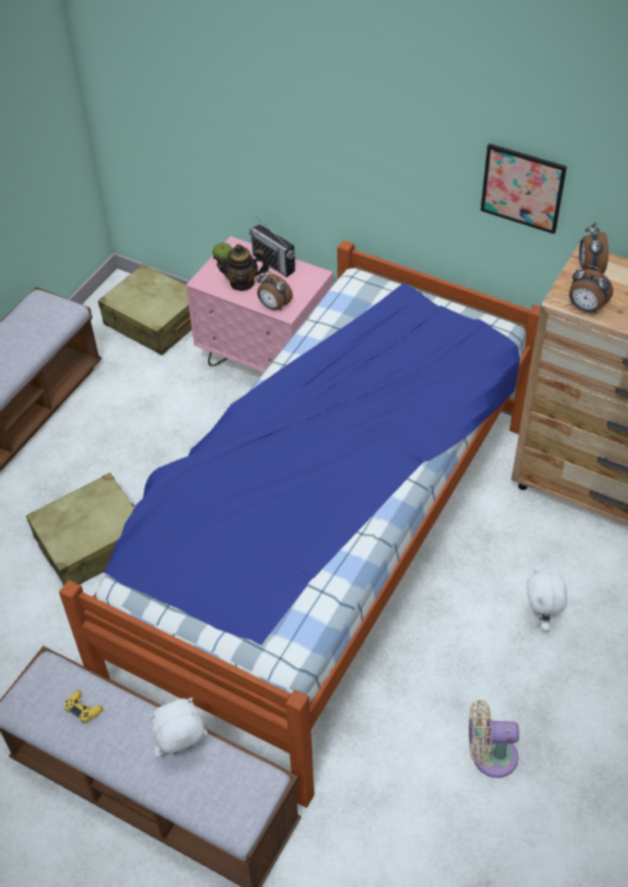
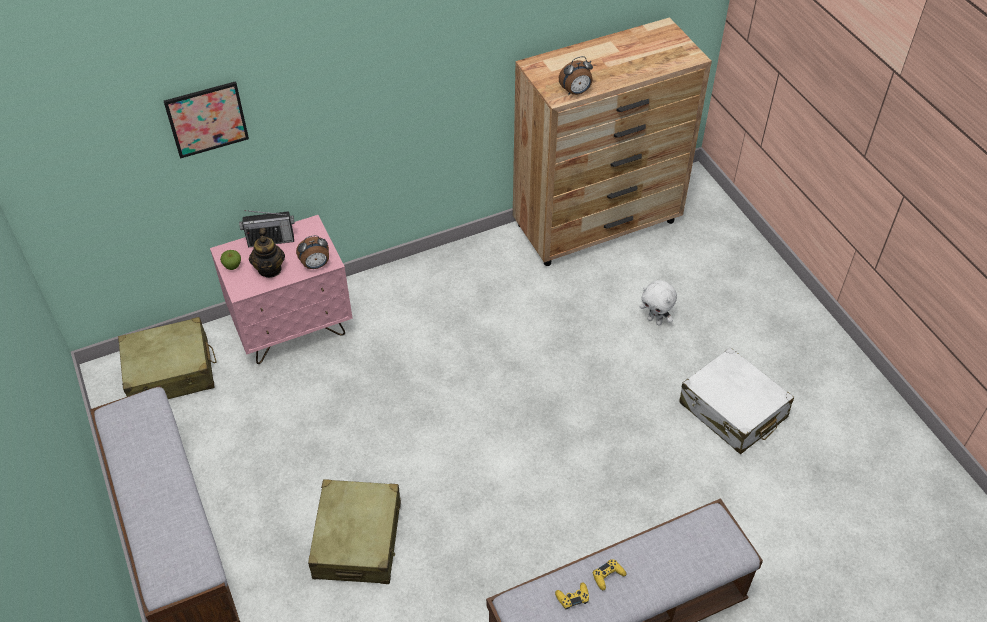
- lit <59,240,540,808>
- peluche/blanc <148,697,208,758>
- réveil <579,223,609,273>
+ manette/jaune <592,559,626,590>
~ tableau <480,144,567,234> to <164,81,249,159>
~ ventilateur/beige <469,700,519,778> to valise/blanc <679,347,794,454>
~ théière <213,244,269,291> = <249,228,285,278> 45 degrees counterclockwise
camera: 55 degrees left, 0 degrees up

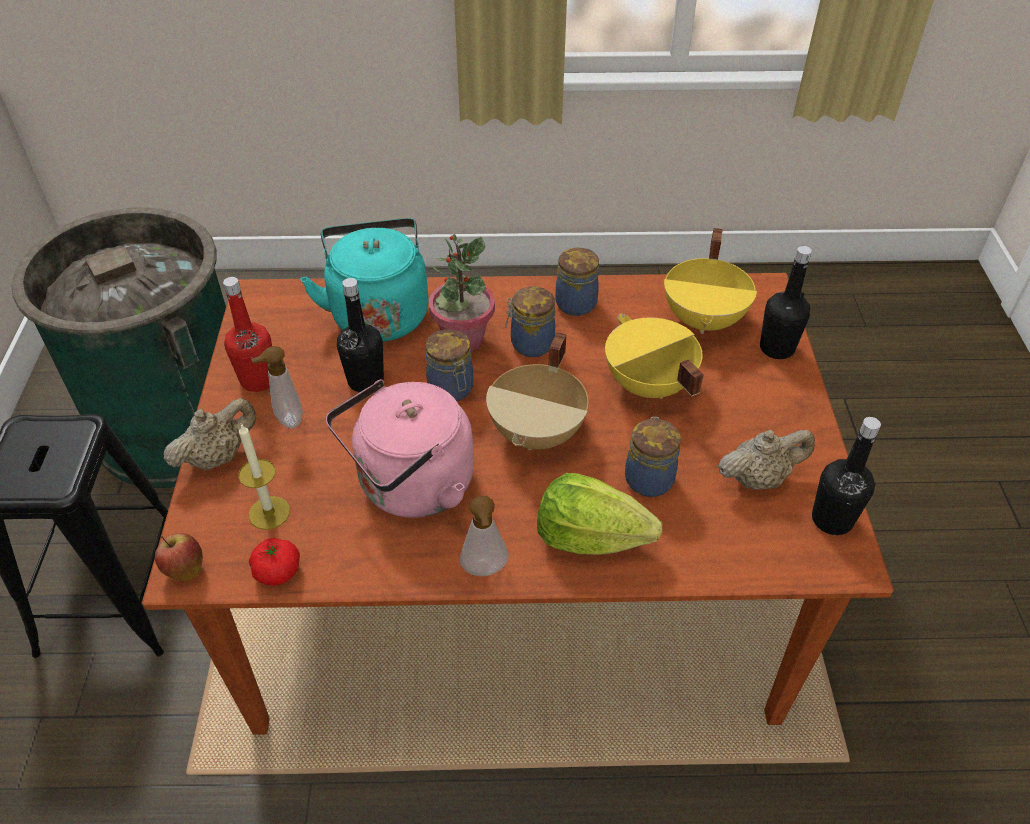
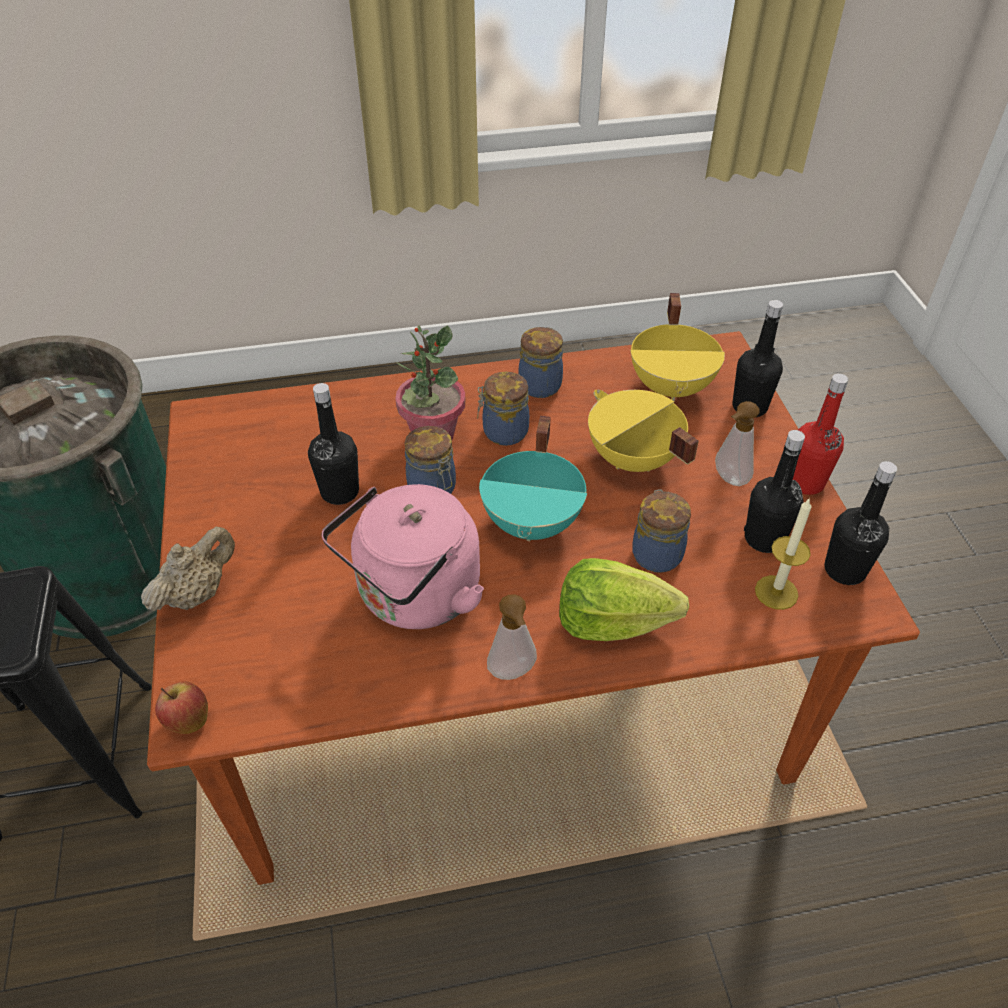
- tomate <249,538,300,586>
- bouilloire/turquoise <300,218,429,342>
~ bouteille/rouge <223,277,272,392> to <793,373,848,495>
~ bougie <238,424,290,530> to <755,498,812,610>
~ distributeur de savon <251,346,303,428> to <715,401,760,486>
~ théière/beige <718,430,815,490> to bouteille/noir <744,430,805,553>
~ marmite/beige <486,332,589,450> to marmite/turquoise <479,416,587,541>
camera: 10 degrees left, 0 degrees up

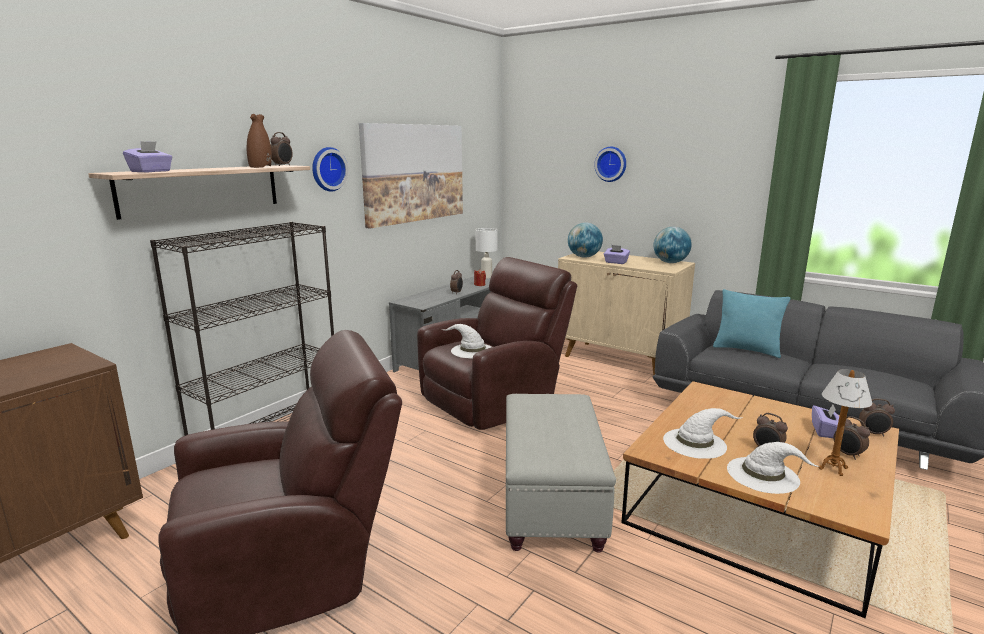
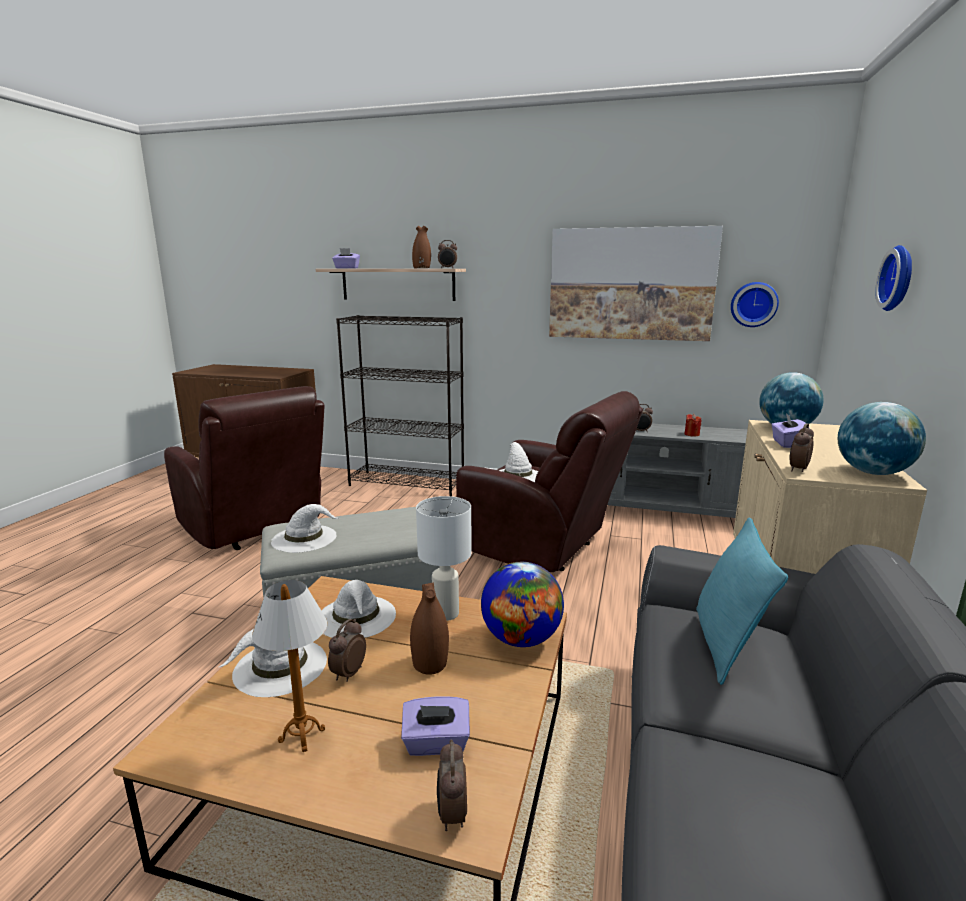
+ chapeau/blanc <271,504,339,553>
+ vase/marron <410,583,449,675>
+ globe <481,562,564,647>
~ horloge murale <312,147,348,192> to <731,282,779,327>
~ lampe de table/blanc <476,228,498,279> to <416,496,472,621>
~ réveil <834,416,870,460> to <789,423,814,472>
camera: 70 degrees right, 0 degrees up

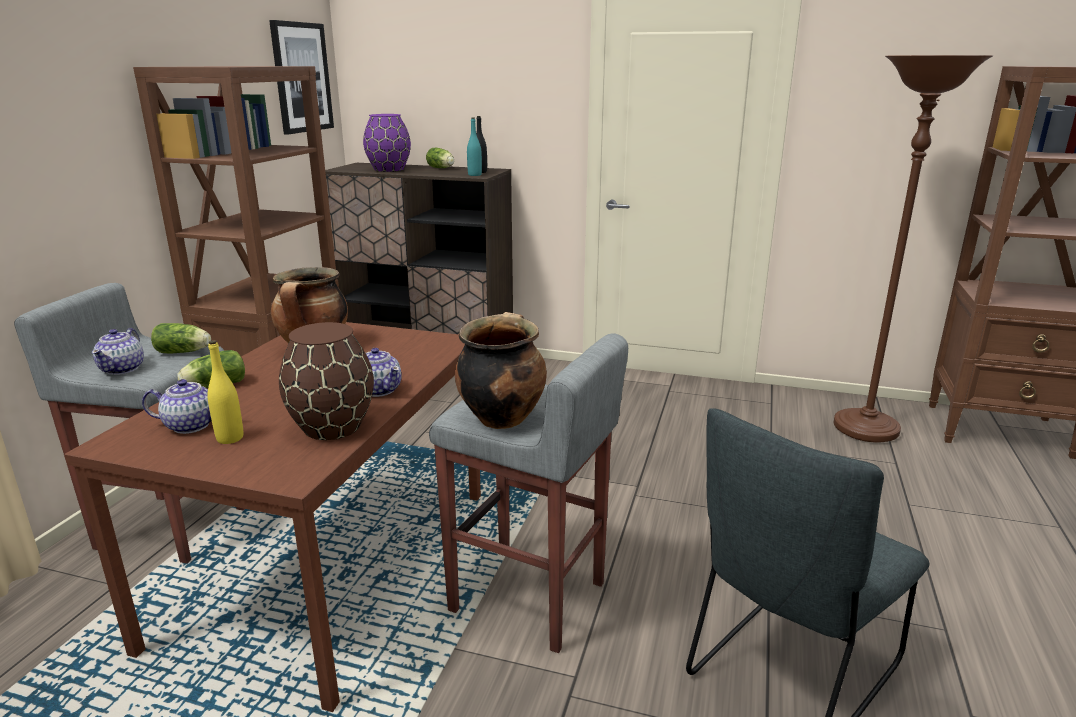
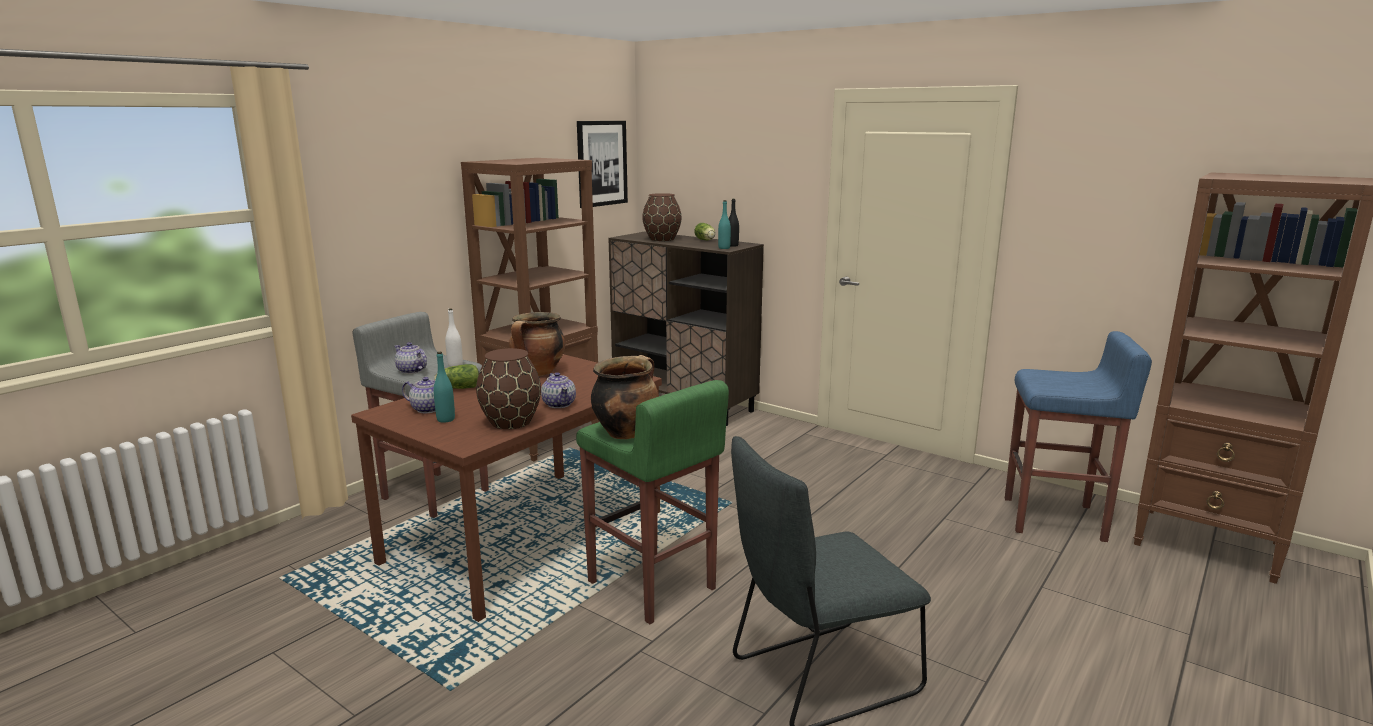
~ laitue <151,323,211,353> to bouteille/blanc <445,309,463,367>
~ lampadaire/marron <834,55,993,443> to tabouret/bleu <1005,331,1152,542>
~ bouteille/jaune <208,340,243,444> to bouteille/turquoise <434,352,455,423>
~ vase/violet <363,114,411,172> to vase/marron <642,193,682,241>
~ tabouret/gris <429,333,628,653> to tabouret/vert <576,380,729,624>
~ théière <92,328,144,375> = <395,342,427,374> 105 degrees clockwise
camera: 20 degrees right, 5 degrees down

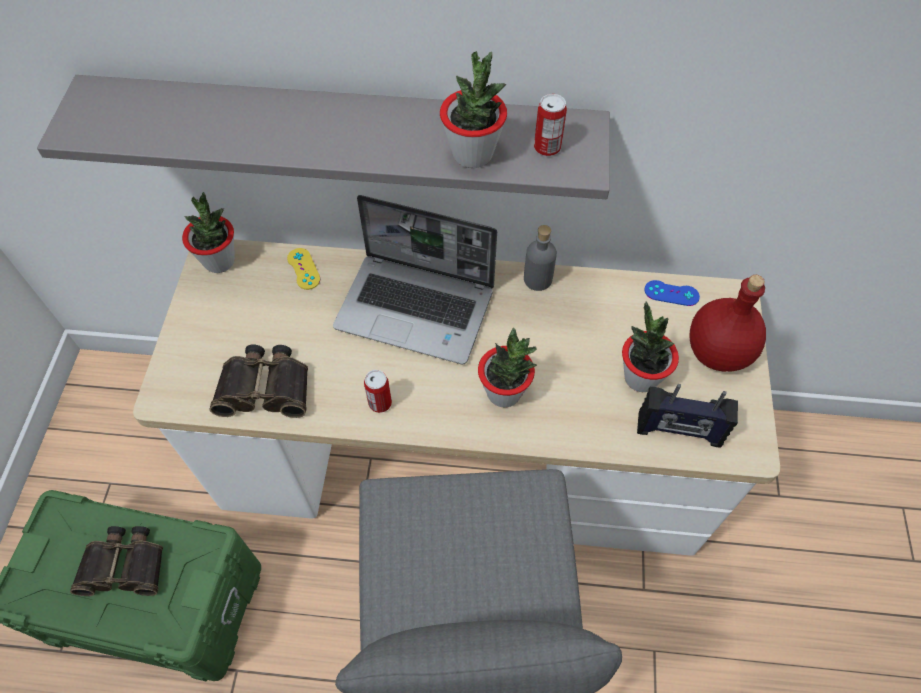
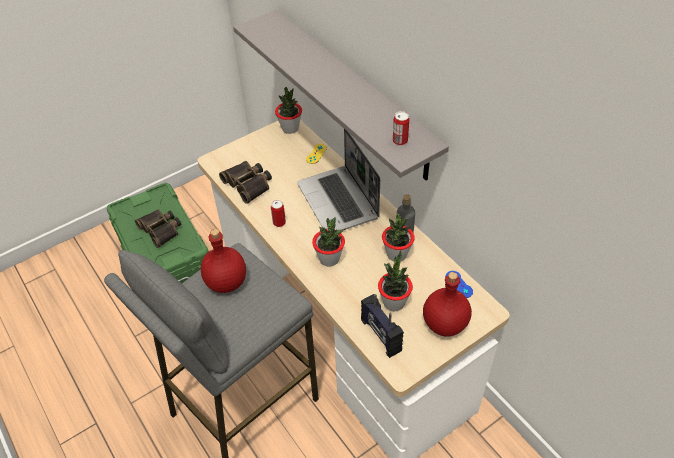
+ bouteille/rouge <201,229,246,293>
~ plante en pot <440,51,507,168> to <382,214,415,262>
camera: 50 degrees right, 10 degrees down

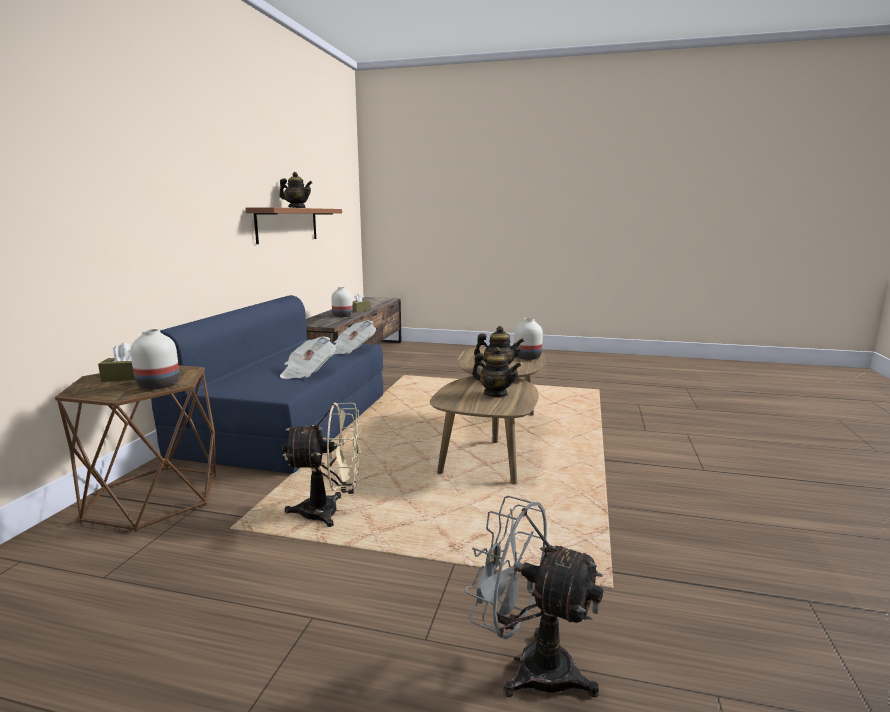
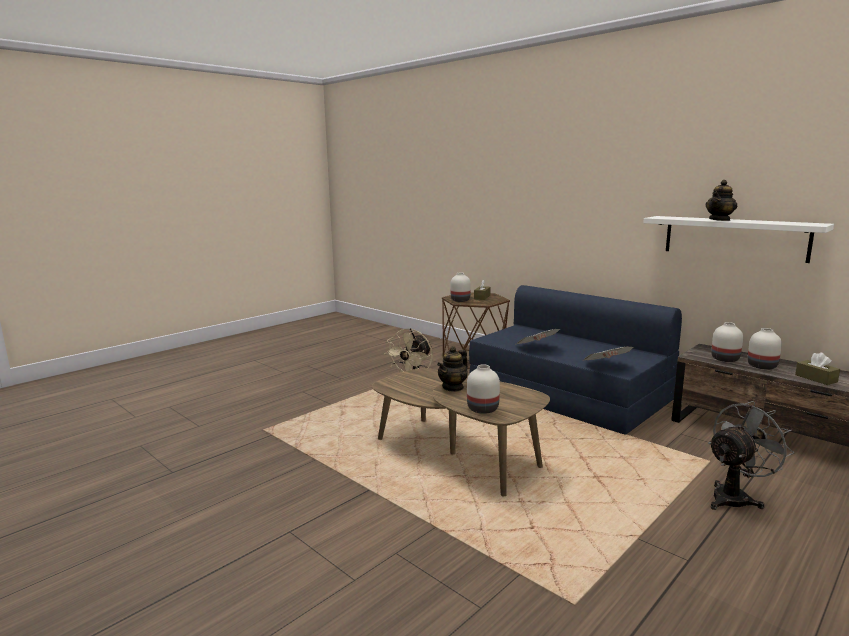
- théière <472,347,521,397>
+ vase/blanc <711,322,743,362>
~ ventilateur/gris <465,496,604,698> to <708,401,794,510>
~ étagère/marron <245,208,342,244> to étagère/blanc <643,216,834,263>
camera: 120 degrees right, 0 degrees up

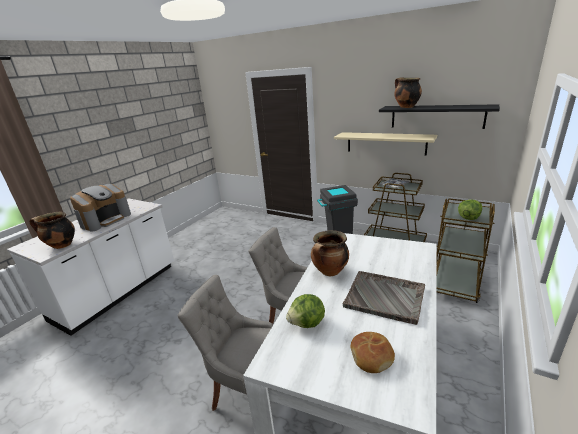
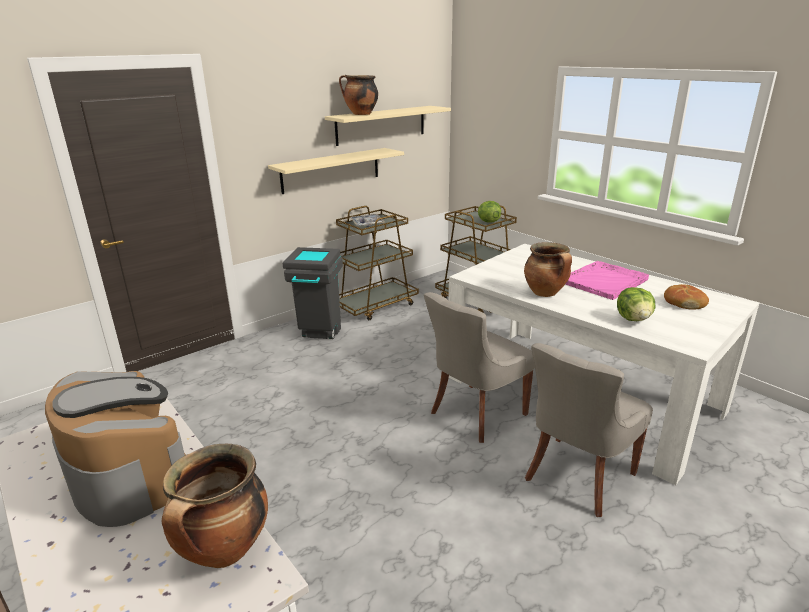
~ plateau/gris <343,271,425,325> to plateau/rose <566,261,649,300>
~ étagère/noir <379,104,500,129> to étagère/beige <325,106,451,146>
camera: 70 degrees left, 0 degrees up

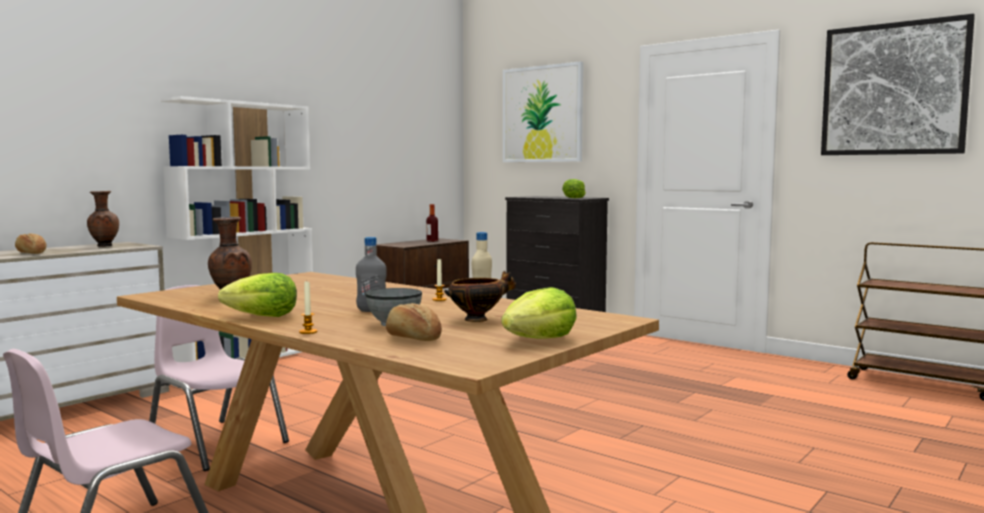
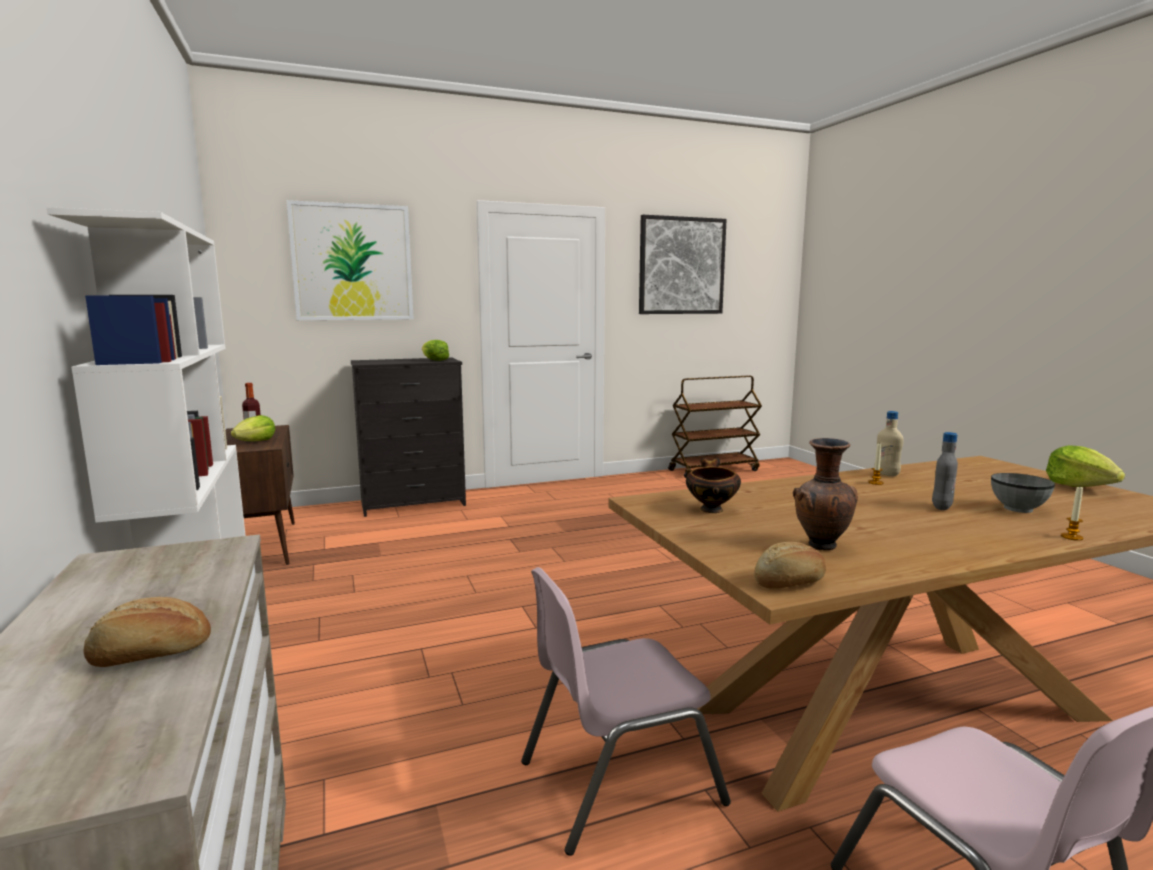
- vase/marron <87,191,119,247>
~ laitue <218,273,297,317> to <231,415,275,441>
~ pain <386,303,442,341> to <754,542,826,589>
~ bol <444,271,517,322> to <686,458,741,513>
camera: 60 degrees left, 5 degrees up

